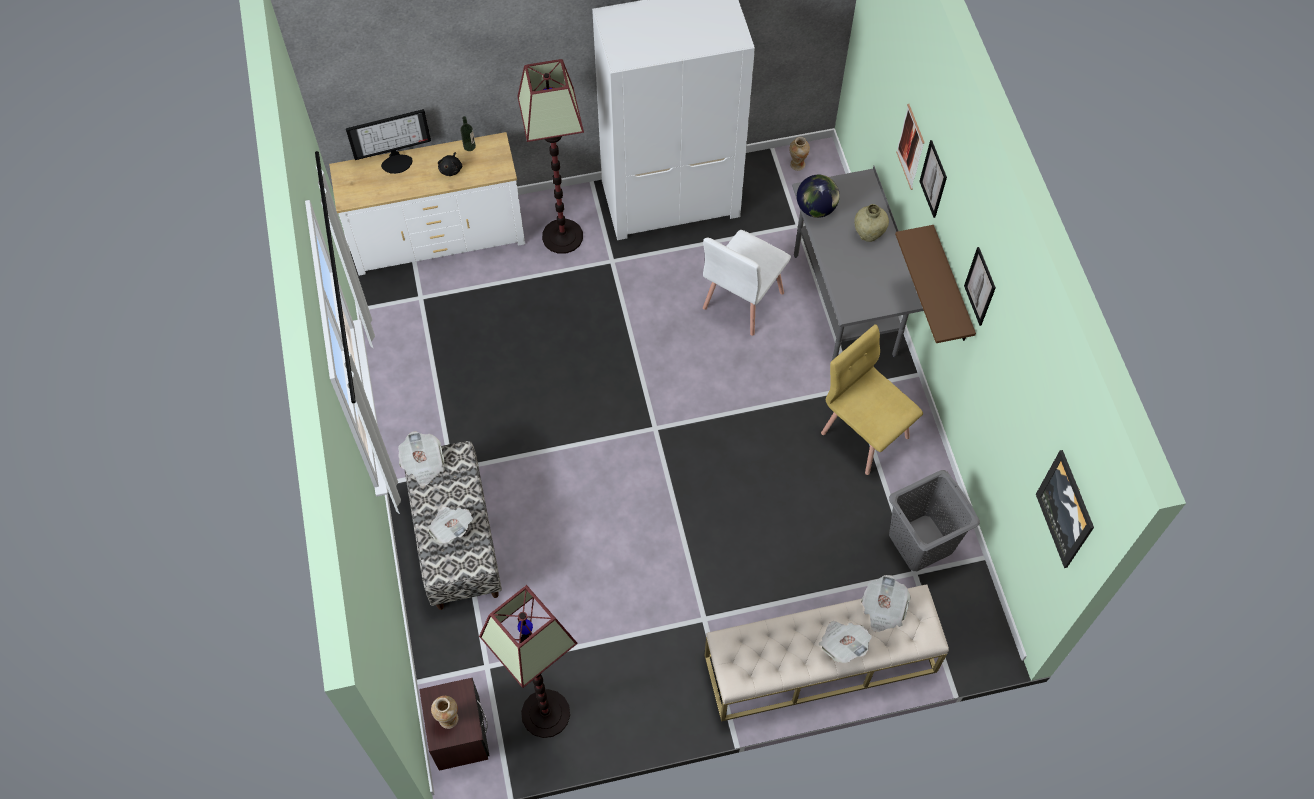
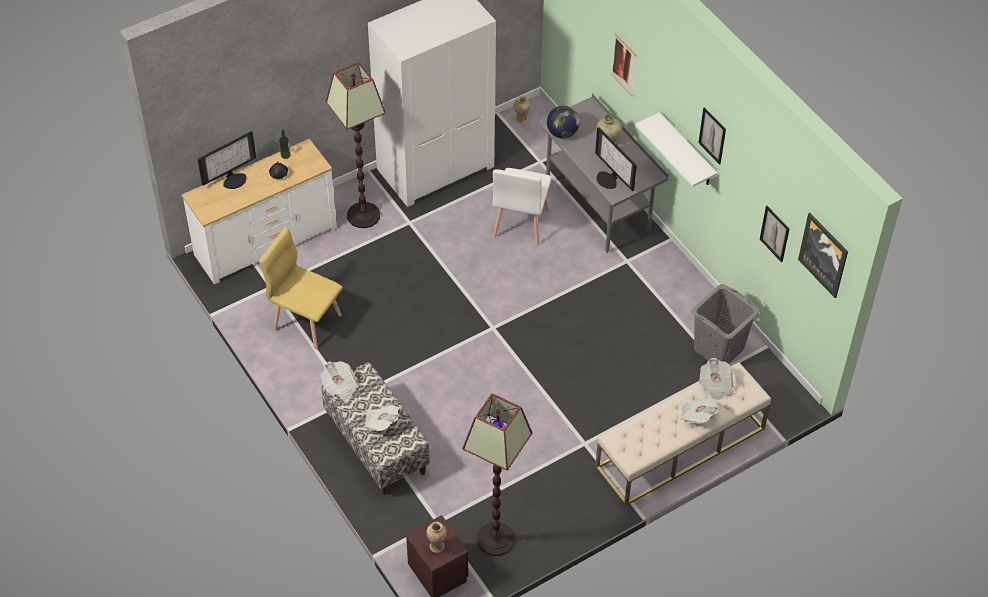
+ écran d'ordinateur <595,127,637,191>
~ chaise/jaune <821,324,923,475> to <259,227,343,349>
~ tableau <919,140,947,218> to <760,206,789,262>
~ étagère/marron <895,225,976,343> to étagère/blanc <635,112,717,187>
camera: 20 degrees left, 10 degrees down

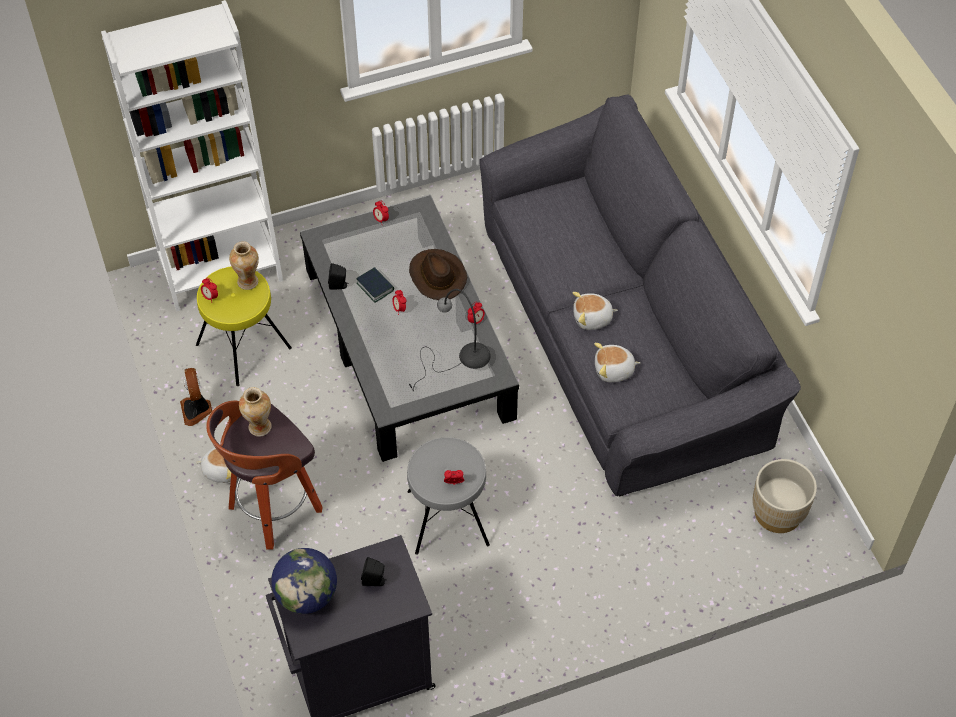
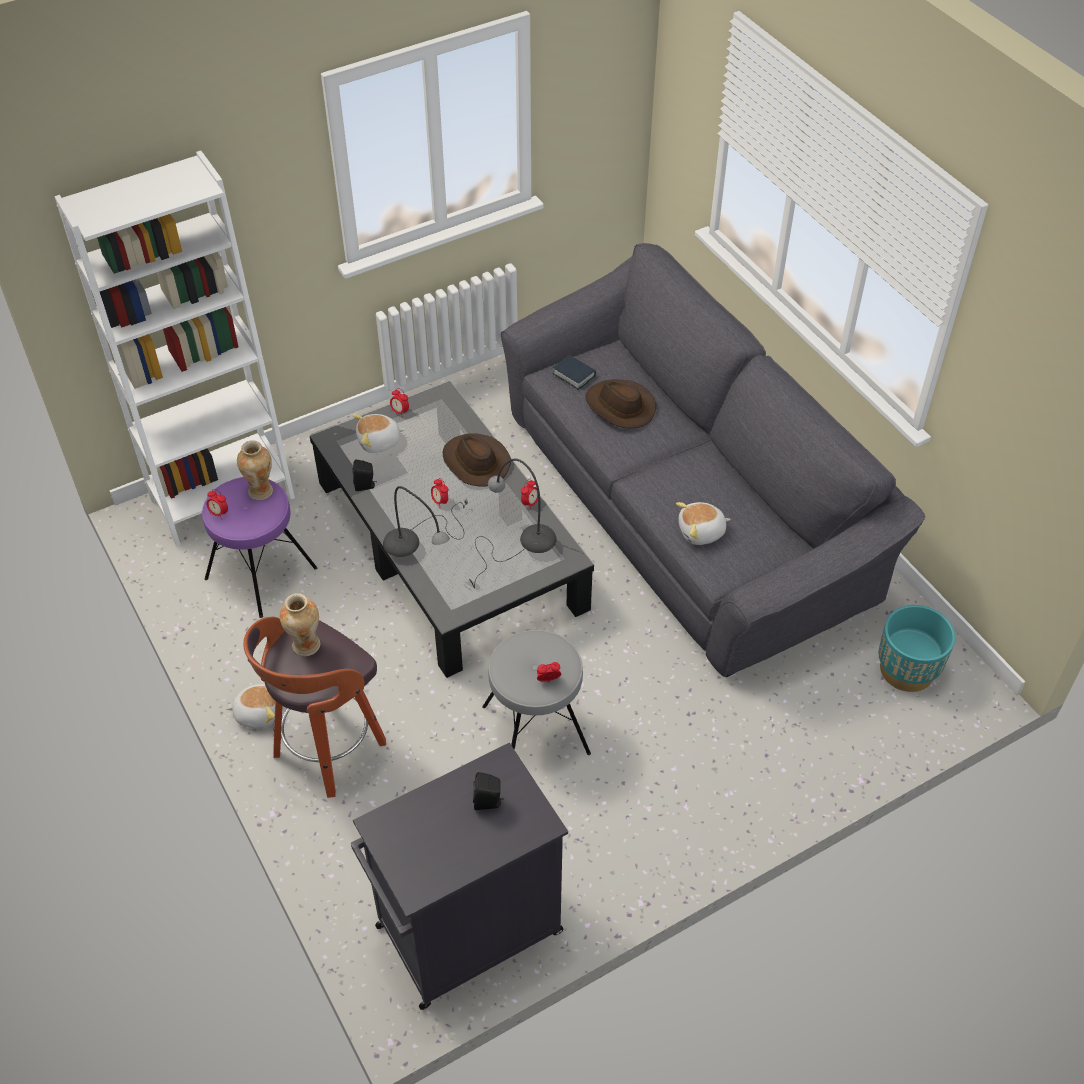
- ventilateur <180,368,212,426>
- globe <271,548,337,614>
+ lampe de table/gris <383,486,468,557>
+ chapeau/marron <586,379,656,429>
~ livre <356,267,394,303> to <553,355,596,390>
~ peluche <572,292,618,330> to <353,414,406,453>
~ tabouret/jaune <196,266,292,386> to tabouret/violet <202,477,317,618>
~ cache-pot/beige <752,459,817,533> to cache-pot/turquoise <879,605,955,692>
camera: 10 degrees left, 5 degrees down

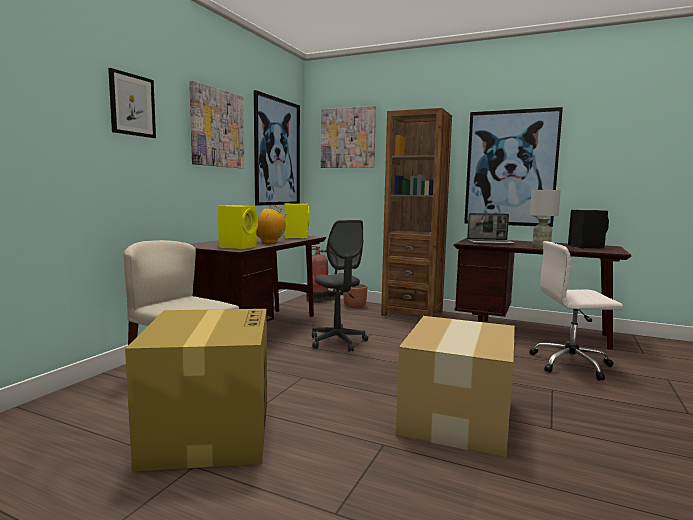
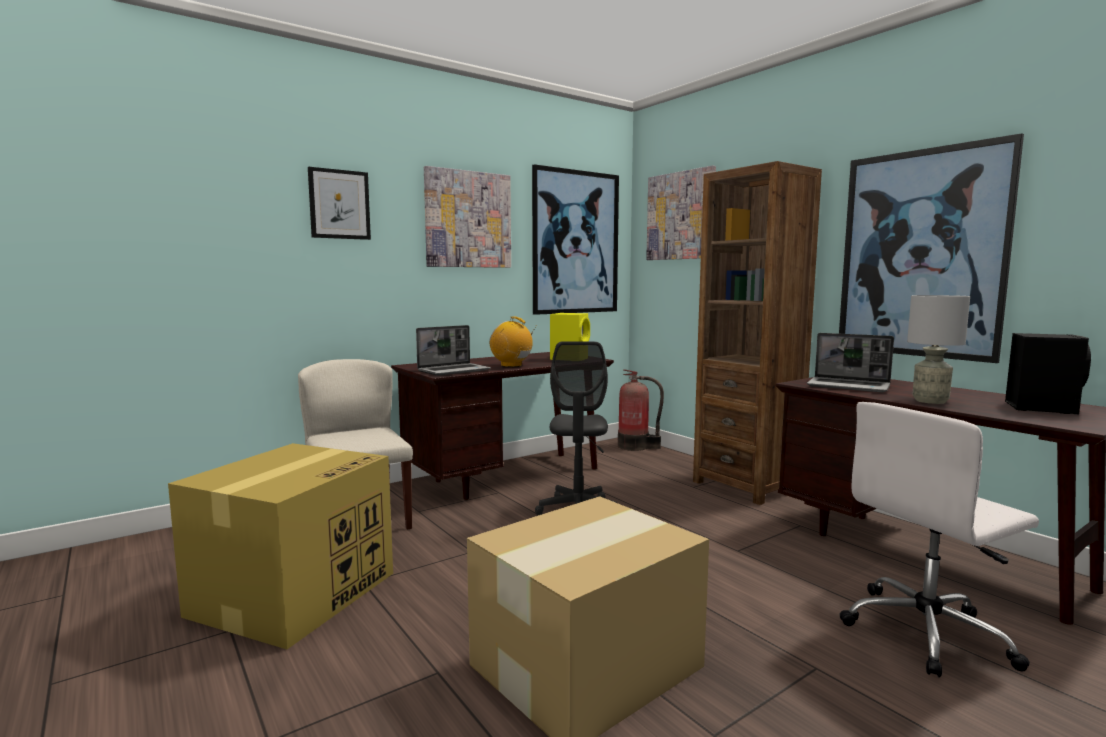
- cache-pot <343,284,367,308>
~ enceinte/jaune <218,205,258,249> to ordinateur portable <416,325,491,376>
~ chaise de bureau/blanc <529,241,623,381> = <839,402,1039,678> 60 degrees counterclockwise
camera: 30 degrees right, 0 degrees up

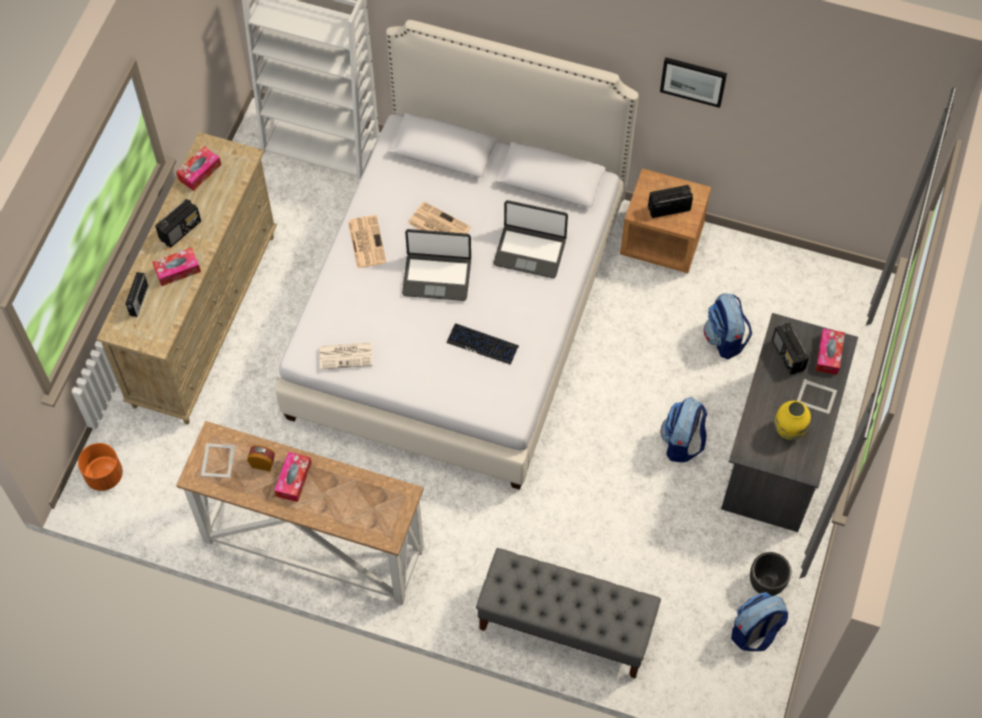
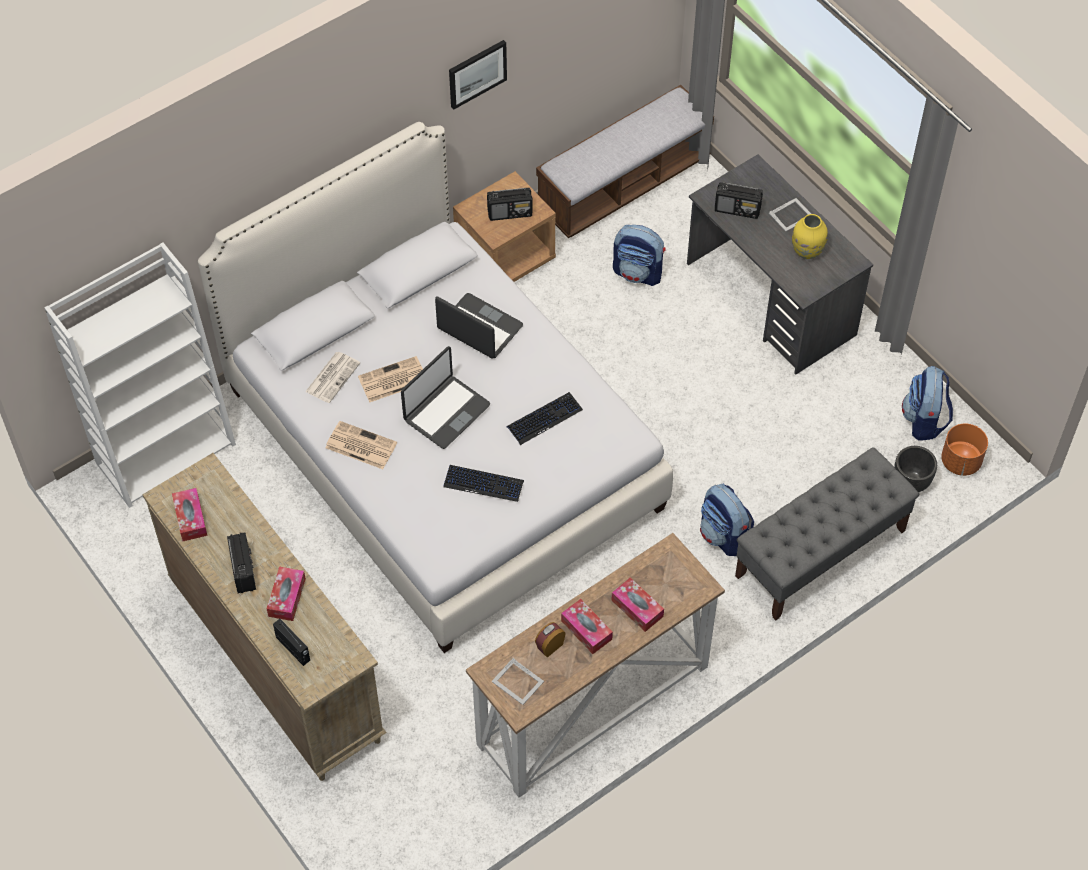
+ clavier <443,465,524,502>
+ banc <536,85,714,238>
~ cache-pot/orange <78,443,123,491> to <941,423,988,476>
~ journal <319,343,373,370> to <305,352,360,403>
~ sac à dos <660,397,707,462> to <700,484,754,556>
~ cache-pot/noir <750,552,791,596> to <894,446,937,492>
~ boîte à mouchoirs <816,328,845,375> to <611,578,664,632>
~ ordinateur portable <493,200,568,278> = <435,293,523,359> 105 degrees counterclockwise
~ radio <648,185,693,218> = <487,188,532,221> 120 degrees counterclockwise
camera: 55 degrees left, 5 degrees down

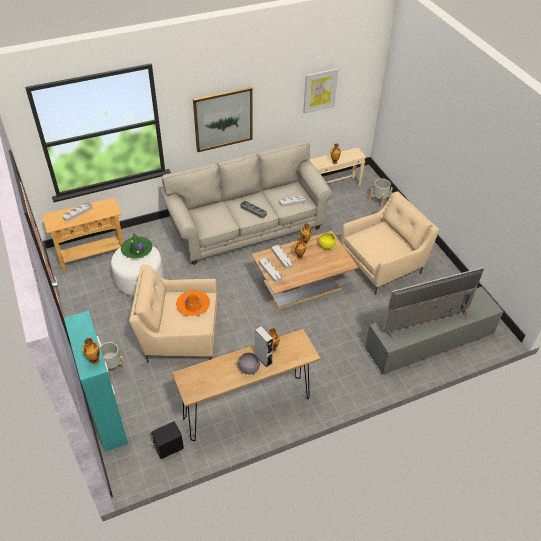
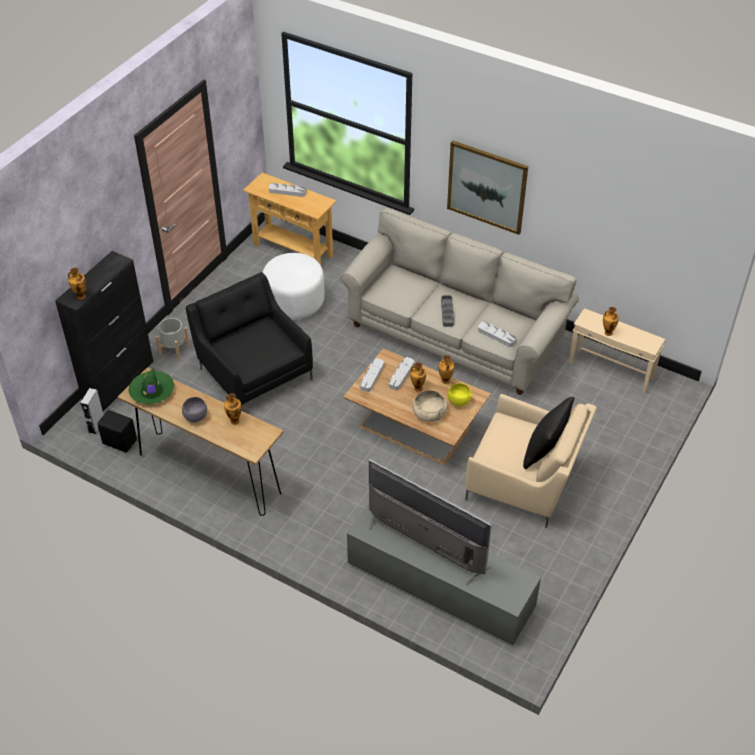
- chapeau/orange <176,290,210,316>
- tableau <303,68,338,114>
- cache-pot/gris <369,179,393,208>
+ bol/beige <412,391,447,422>
+ coussin/noir <523,397,574,469>
~ chapeau/vert <121,233,152,258> to <128,368,174,404>
~ enceinte/gris <255,326,273,367> to <80,388,103,434>
~ meuble de rangement/turquoise <64,311,128,452> to meuble de rangement/noir <55,251,153,411>
~ fauteuil/beige <129,264,218,363> to fauteuil/noir <186,272,313,406>
camera: 55 degrees right, 0 degrees up

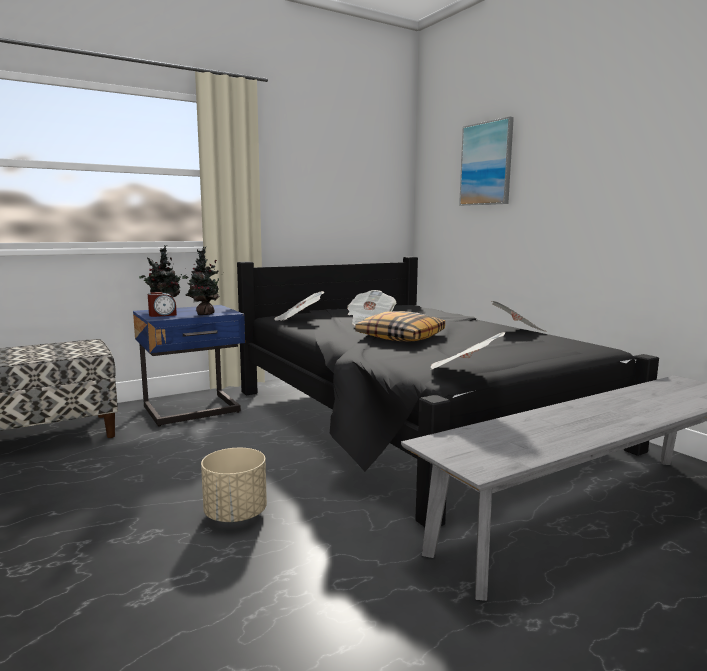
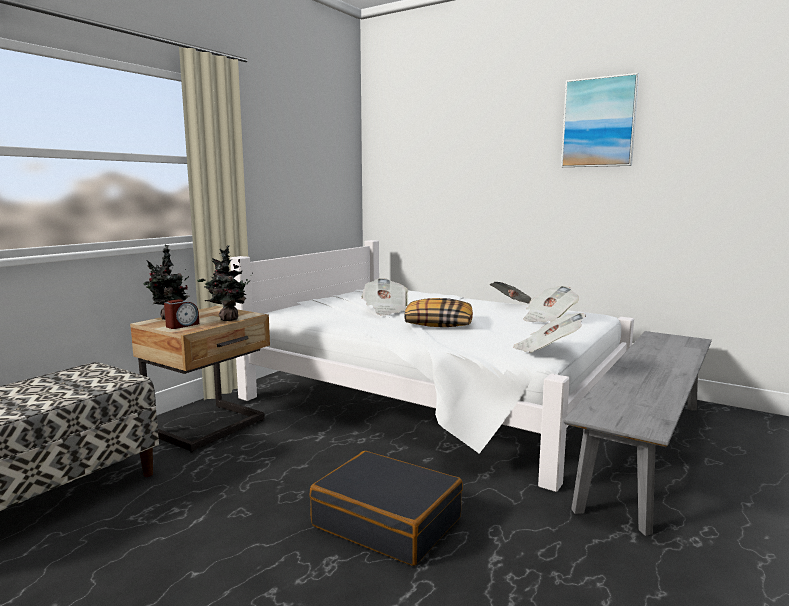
~ journal <274,291,324,321> to <523,286,579,322>
~ tableau <459,116,514,206> to <561,73,639,167>
~ cache-pot/beige <201,448,267,522> to valise/noir <310,451,463,566>
~ table de chevet/bleu <133,305,245,427> to table de chevet/beige <130,306,270,453>
~ lit/noir <237,257,659,527> to lit/blanc <230,240,634,492>
camera: 25 degrees left, 0 degrees up

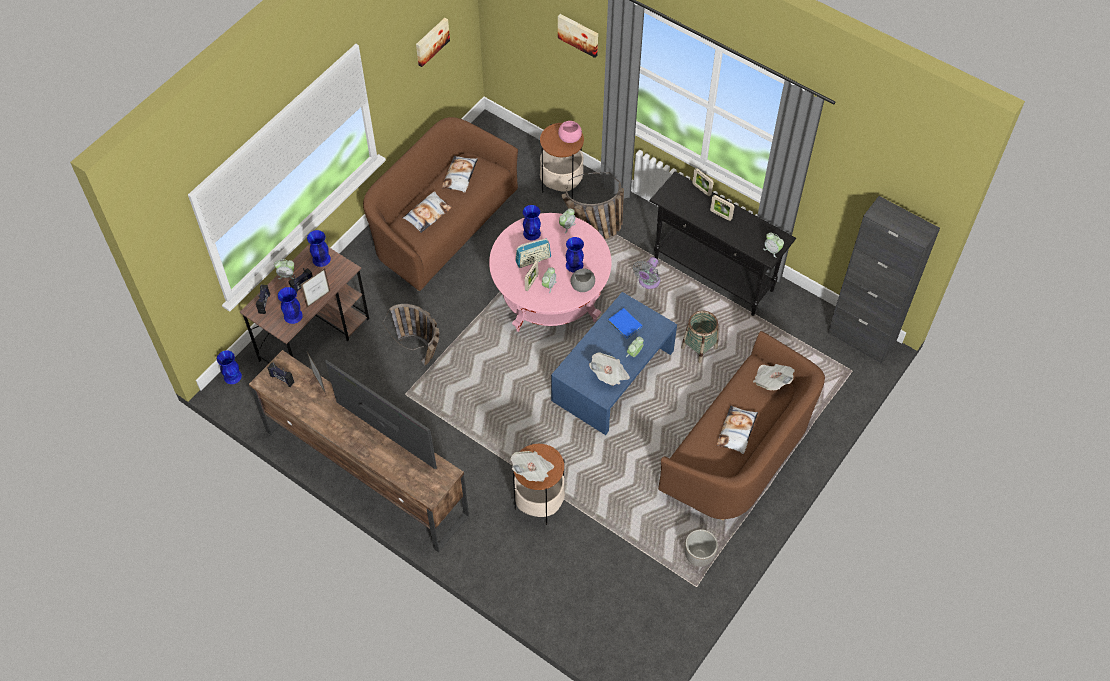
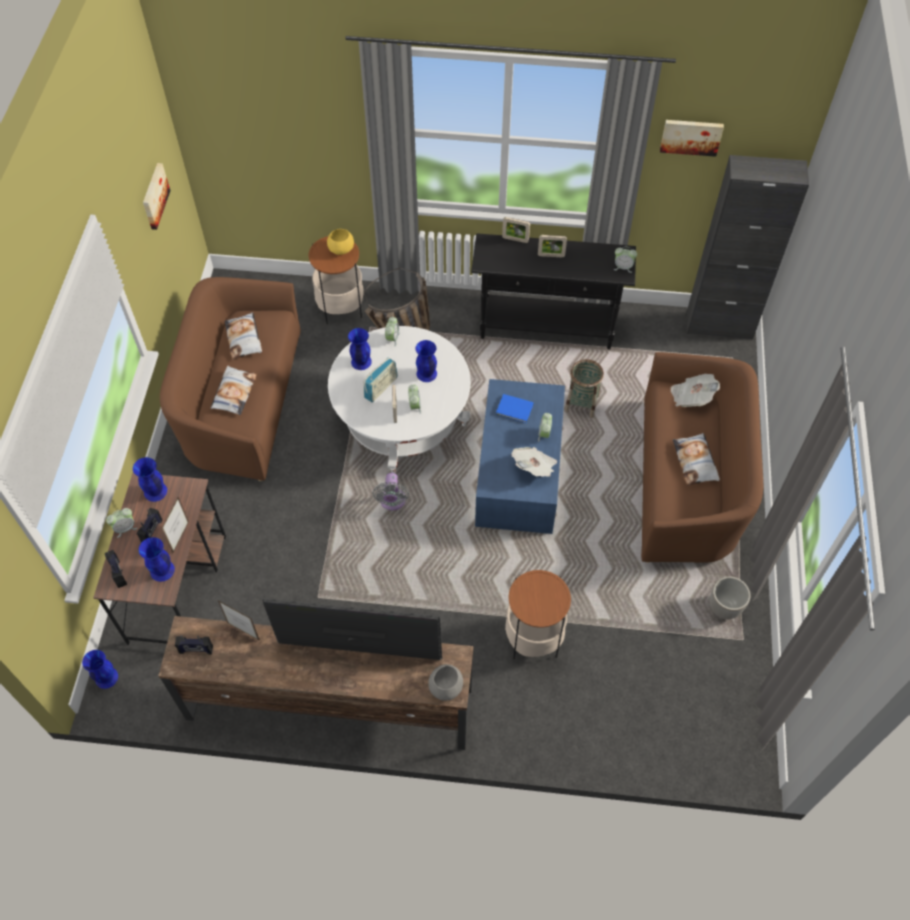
- panier <383,304,440,366>
- journal <511,451,554,482>
~ tableau <558,14,598,58> to <660,120,724,157>
~ bol/gris <571,269,595,292> to <428,664,463,701>
~ ventilateur/gris <633,257,660,289> to <372,473,409,511>
~ table basse/rose <489,213,612,332> to table basse/blanc <328,326,471,473>
~ bol/rose <558,121,582,143> to bol/jaune <327,229,354,255>
camera: 30 degrees left, 0 degrees up

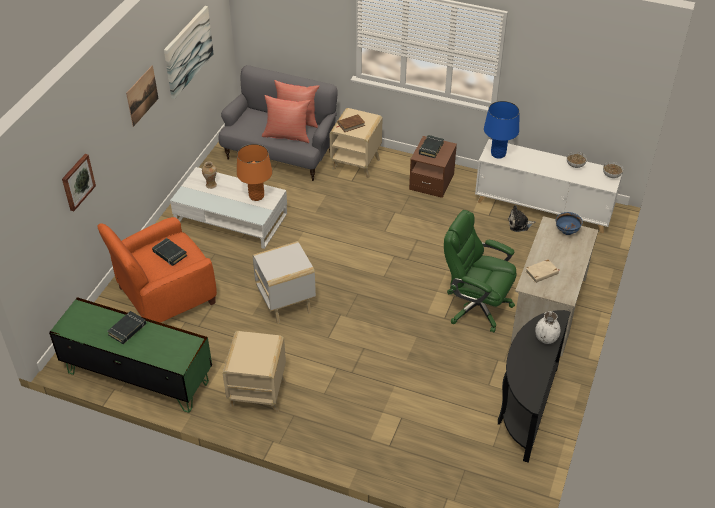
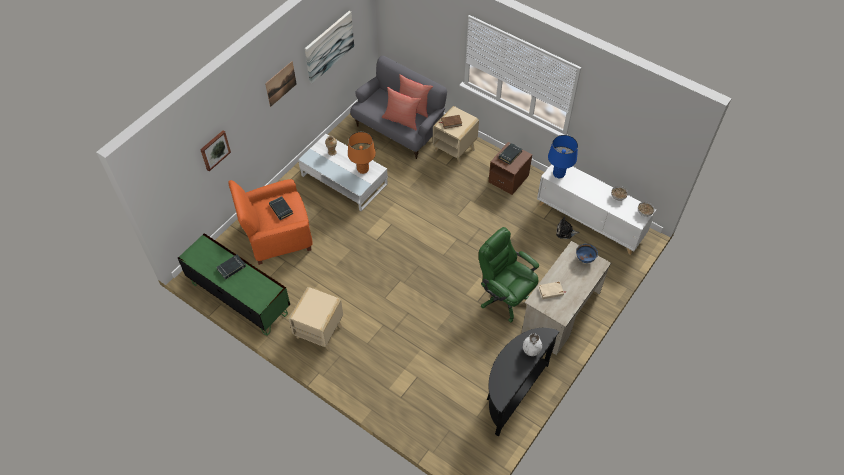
- table d'appoint/blanc <252,241,316,324>
camera: 15 degrees right, 10 degrees up

